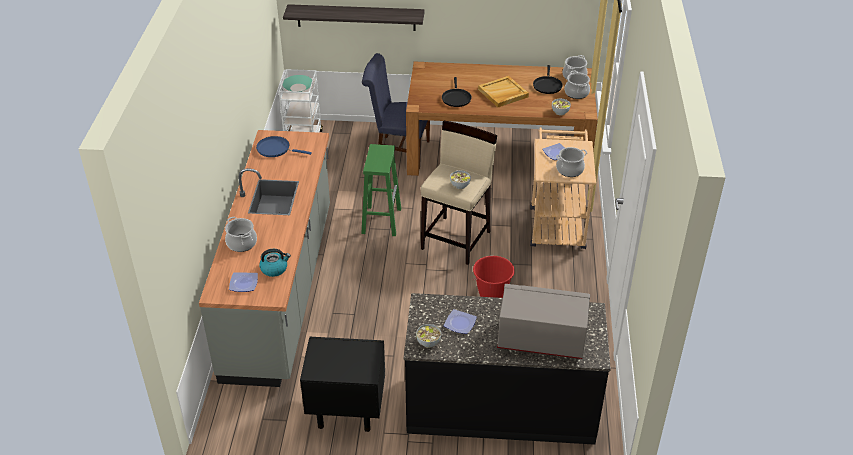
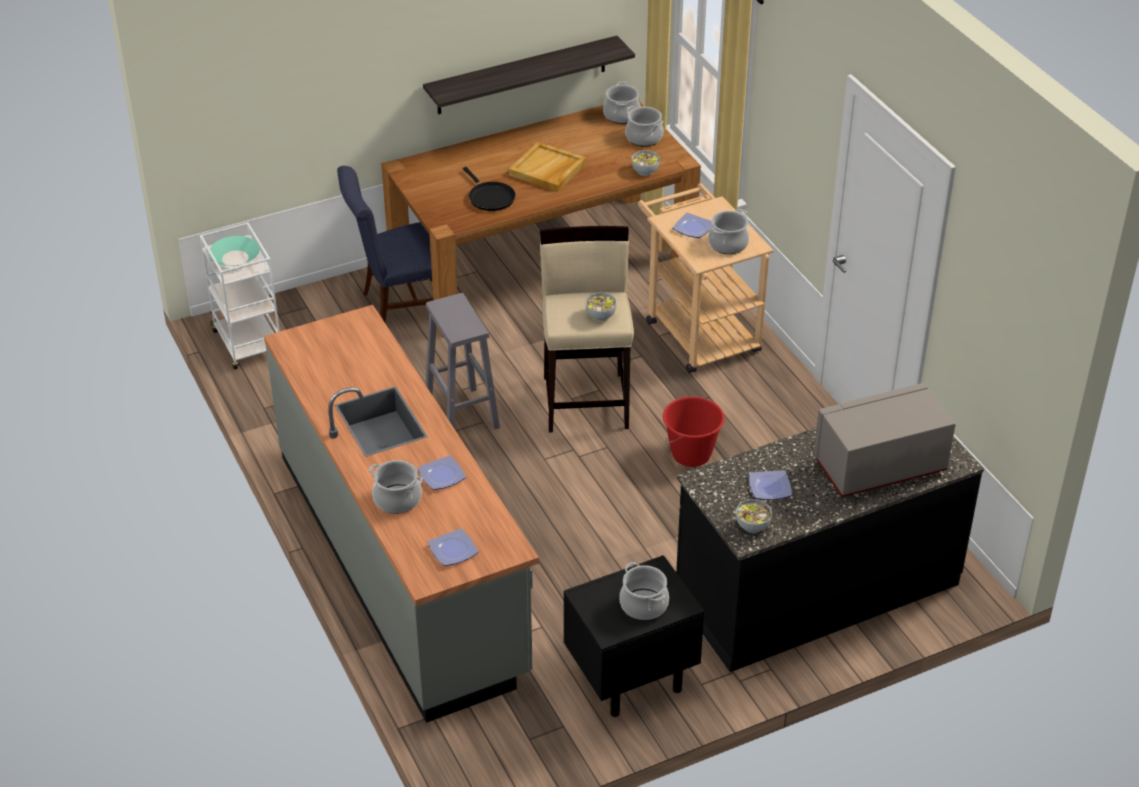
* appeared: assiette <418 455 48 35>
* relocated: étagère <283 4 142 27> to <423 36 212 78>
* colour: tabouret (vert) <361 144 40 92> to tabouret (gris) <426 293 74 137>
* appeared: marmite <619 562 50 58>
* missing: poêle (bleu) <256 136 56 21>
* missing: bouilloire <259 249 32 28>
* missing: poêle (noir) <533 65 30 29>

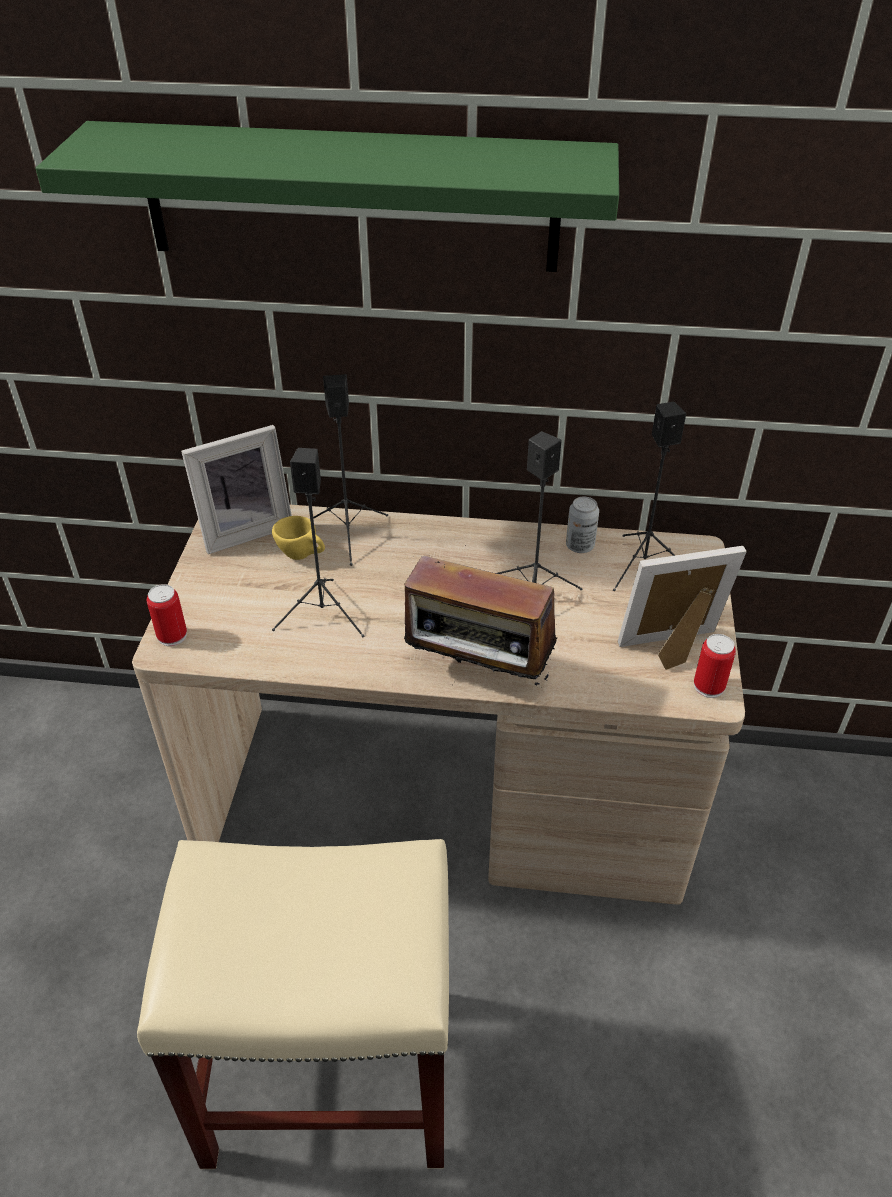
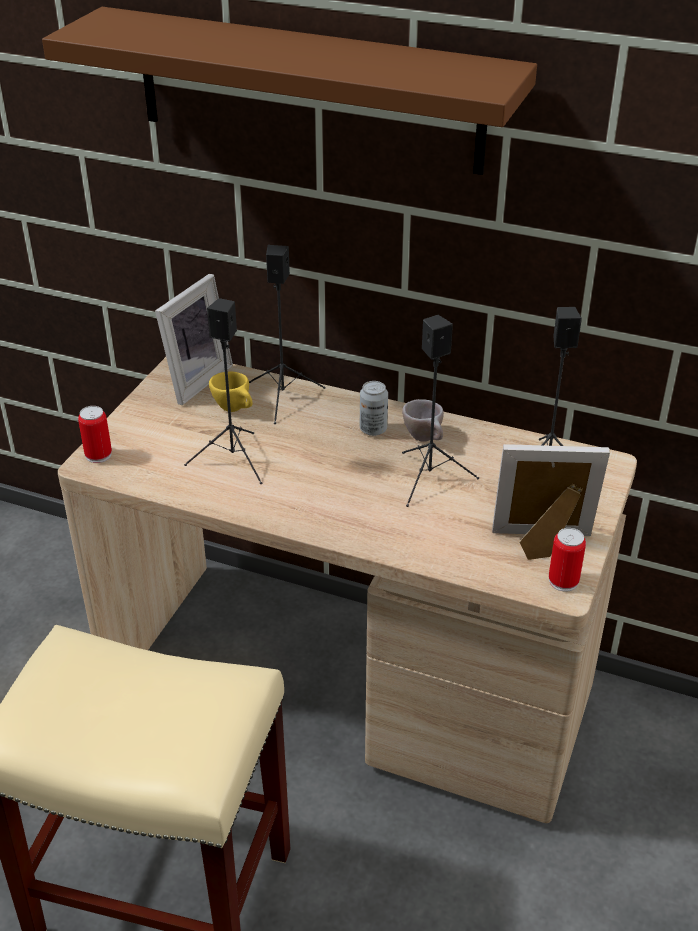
* colour: étagère (vert) <36 121 583 151> to étagère (marron) <42 7 495 168>
* spun: cadre photo <181 425 111 129> = <155 274 78 131> 45 degrees counterclockwise
* relocated: boîte métallique <566 497 33 56> to <360 381 28 55>
* appeared: tasse (beige) <402 399 42 43>
* missing: radio <404 545 153 141>

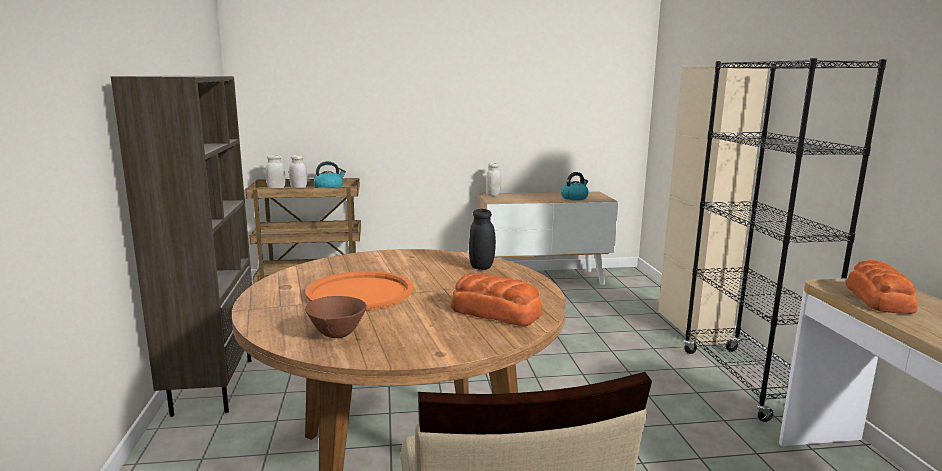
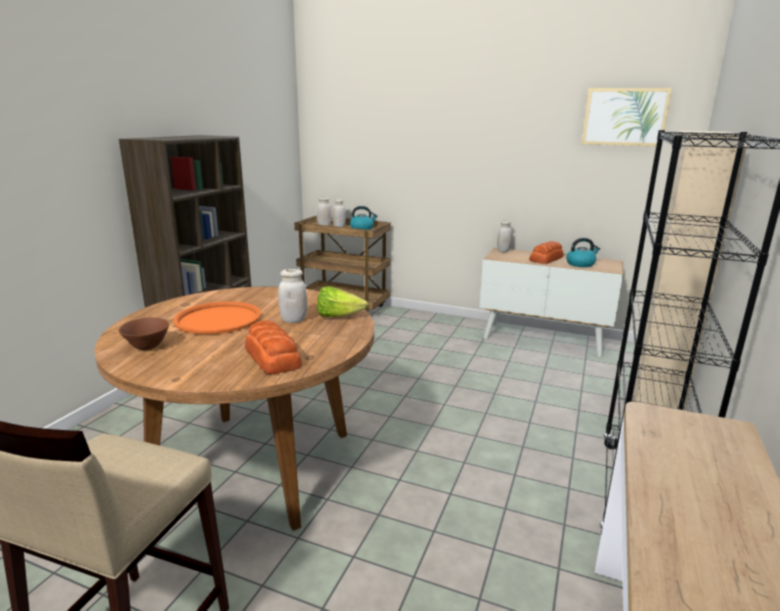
* appeared: bocal (blanc) <278 269 30 54>
* exchanged: bocal (noir) <469 209 27 61> to laitue <317 286 51 31>
* relocated: pain <846 260 72 54> to <529 241 34 23>
* appeared: tableau <582 88 90 58>

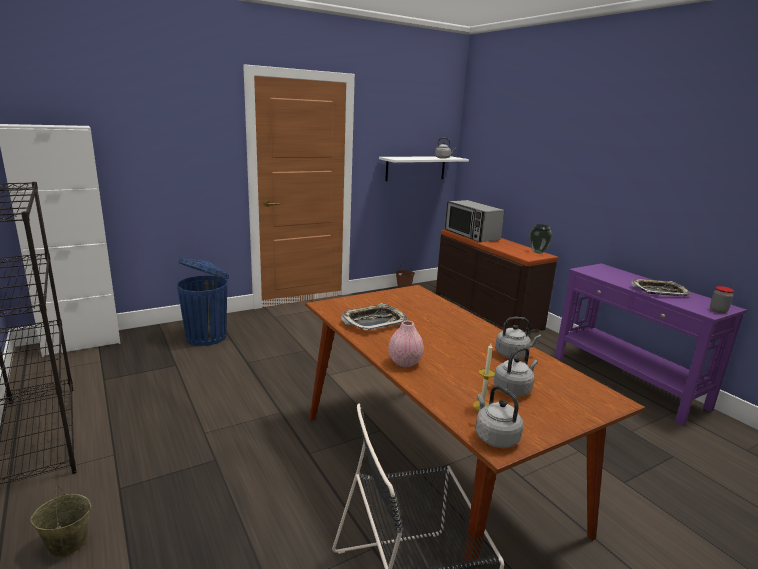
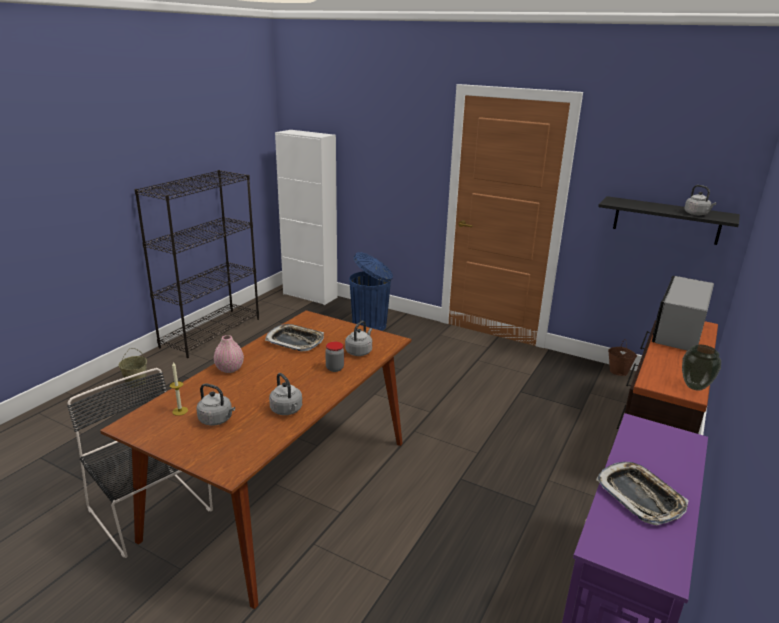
* relocated: bocal <710 286 24 27> to <325 342 19 30>
* relocated: bouilloire (gris) <476 386 47 62> to <345 321 27 35>
* colour: étagère (blanc) <379 156 90 25> to étagère (noir) <598 196 142 49>

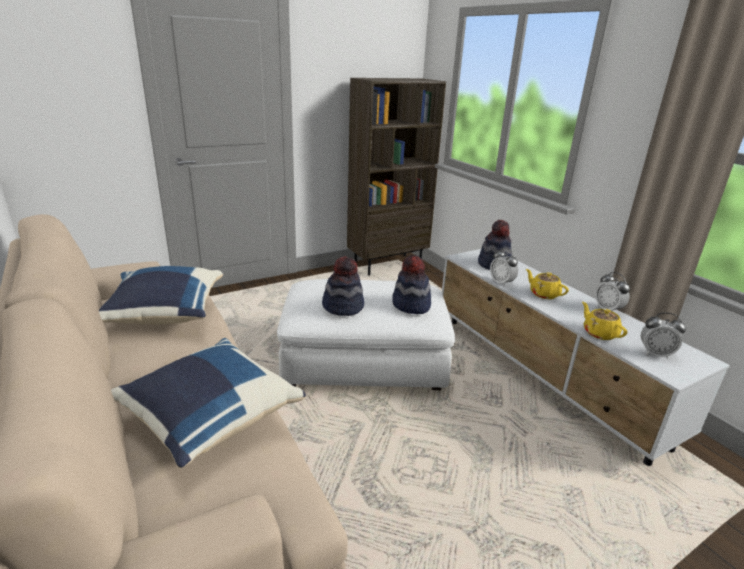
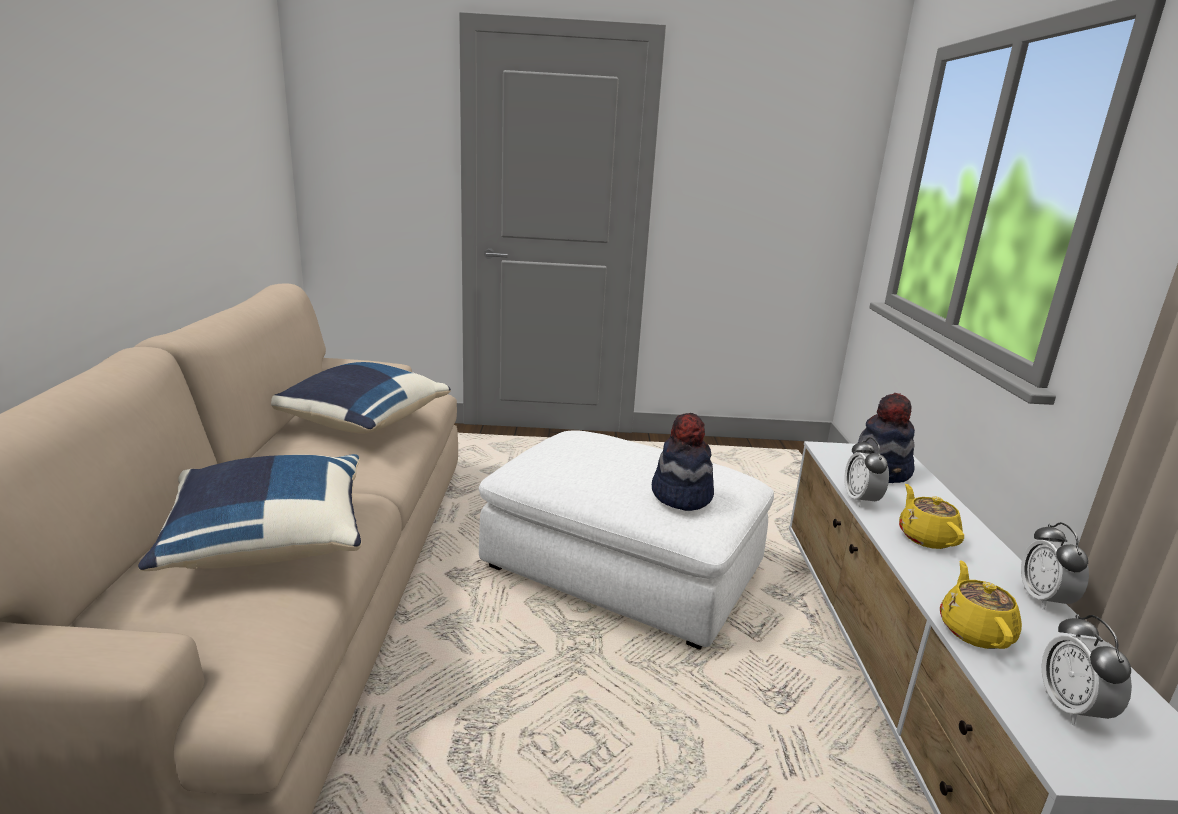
* spun: réveil <641 313 45 46> = <1042 614 90 111> 45 degrees clockwise
* missing: chapeau <322 256 42 60>
* missing: bibliothèque (marron) <347 78 99 198>

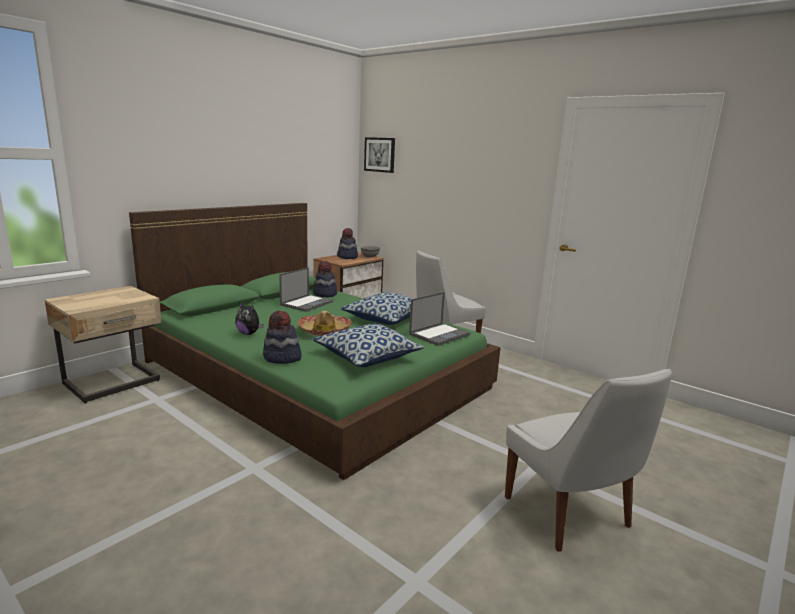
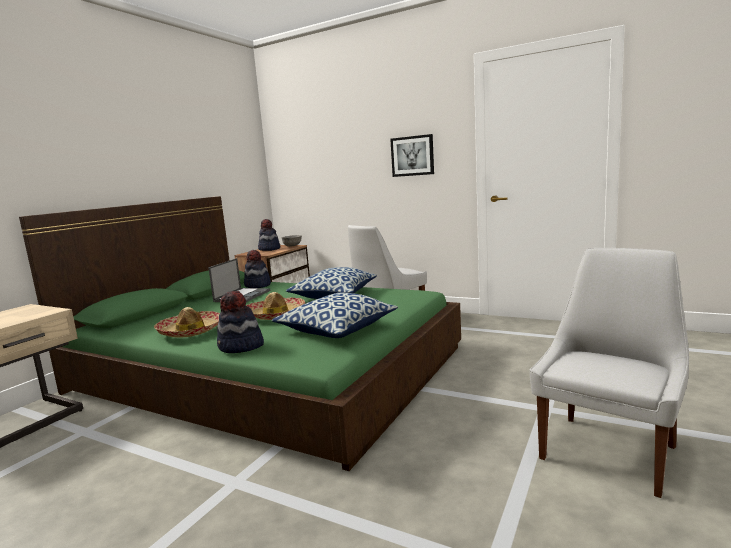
* exchanged: peluche <235 302 29 33> to chapeau <154 307 66 31>
* relocated: tableau <364 137 31 36> to <390 134 44 43>
* spun: chaise (blanc) <505 369 167 183> = <530 248 159 250> 105 degrees counterclockwise
* missing: ordinateur portable <409 292 61 54>

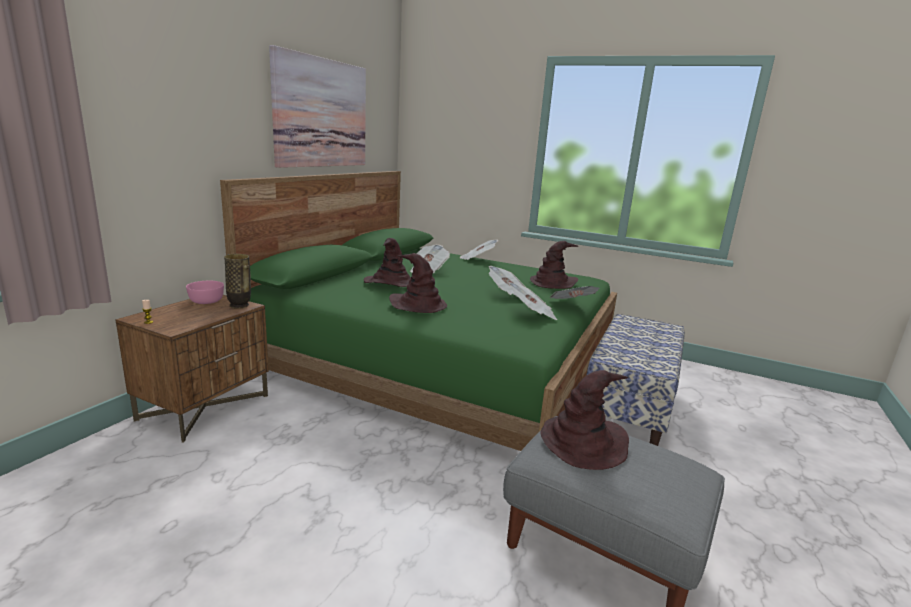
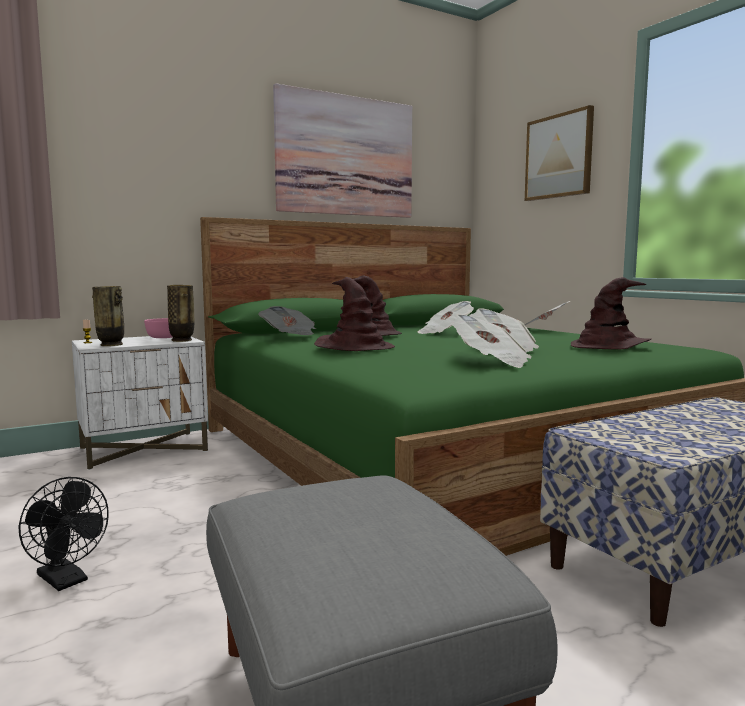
* appeared: ventilateur (noir) <18 477 91 114>
* colour: table de chevet (marron) <115 295 154 147> to table de chevet (blanc) <72 336 136 134>
* appeared: vase <92 286 32 60>
* relocated: journal <550 286 50 13> to <258 306 58 29>
* appeared: tableau <525 105 69 96>
* missing: chapeau (marron) <540 370 89 100>

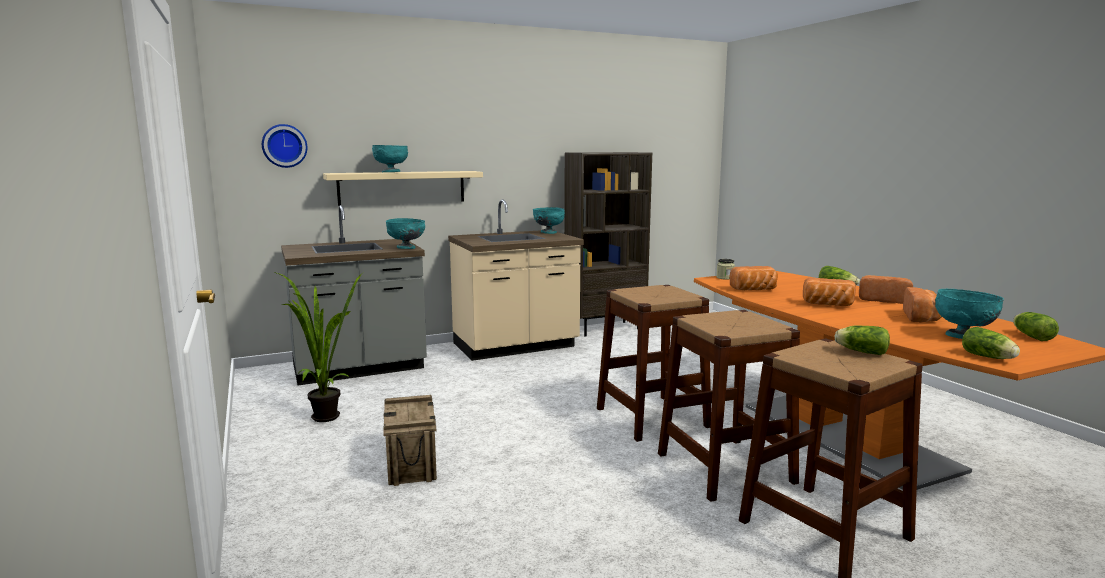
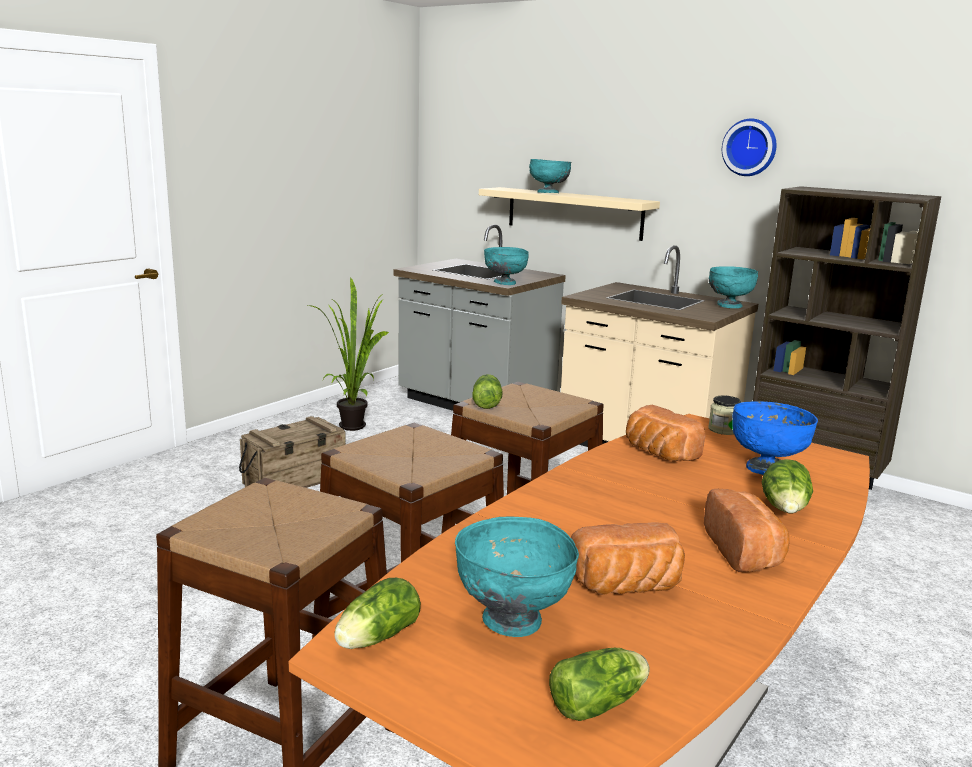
* relocated: laitue <835 325 55 30> to <473 374 30 35>
* relocated: horloge murale <262 124 46 44> to <722 118 55 58>
* appeared: bol (bleu) <732 401 86 74>
* missing: pain <803 278 53 28>

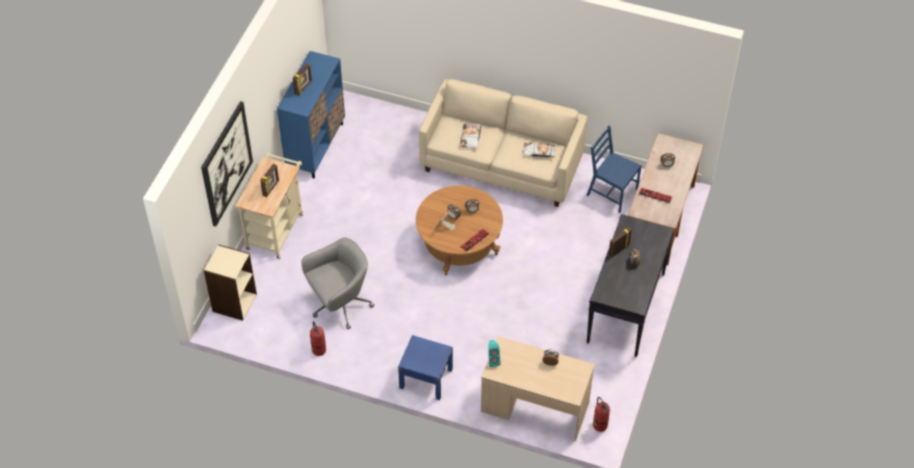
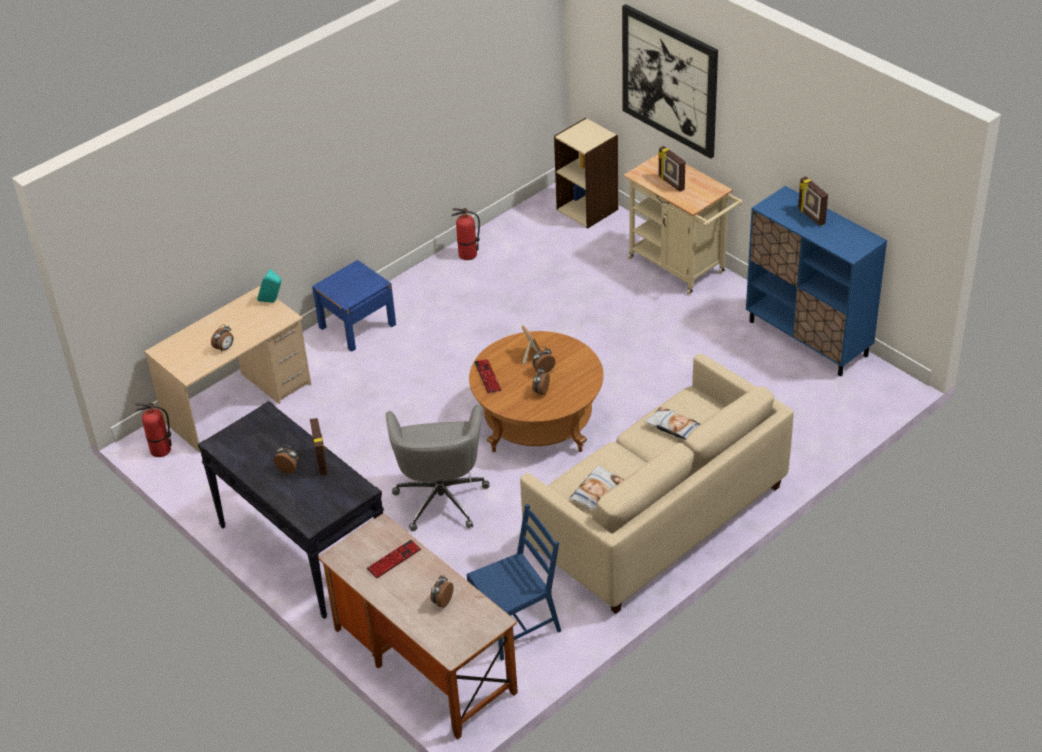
* relocated: chaise de bureau (gris) <301 237 74 92> to <386 404 103 127>

